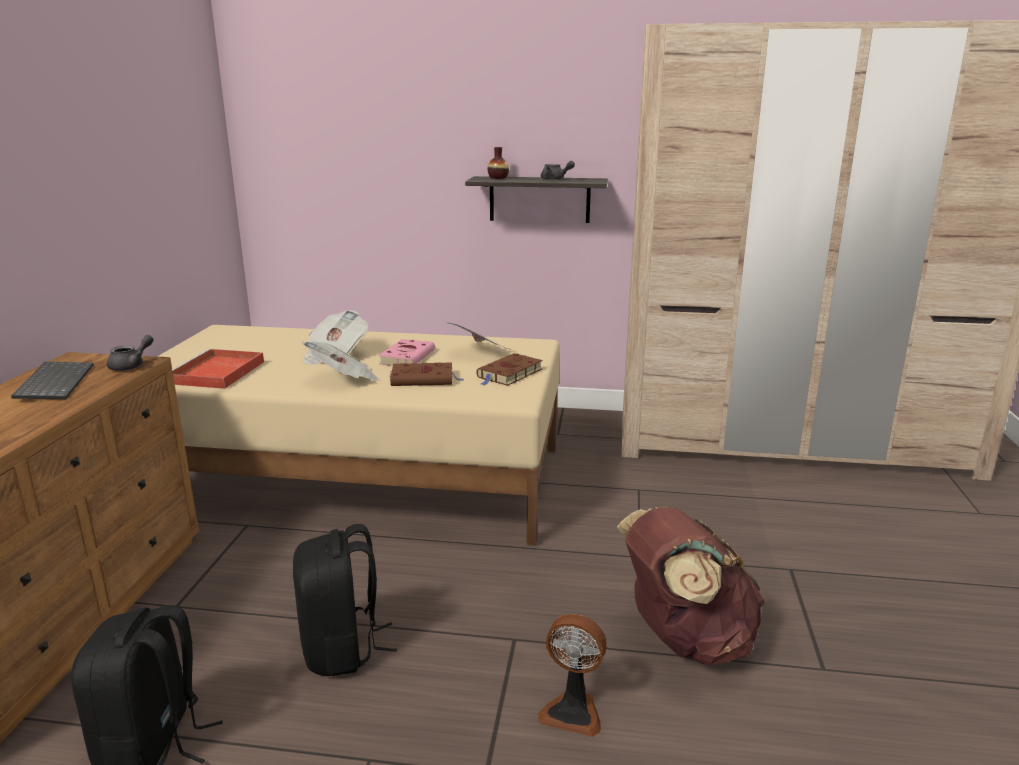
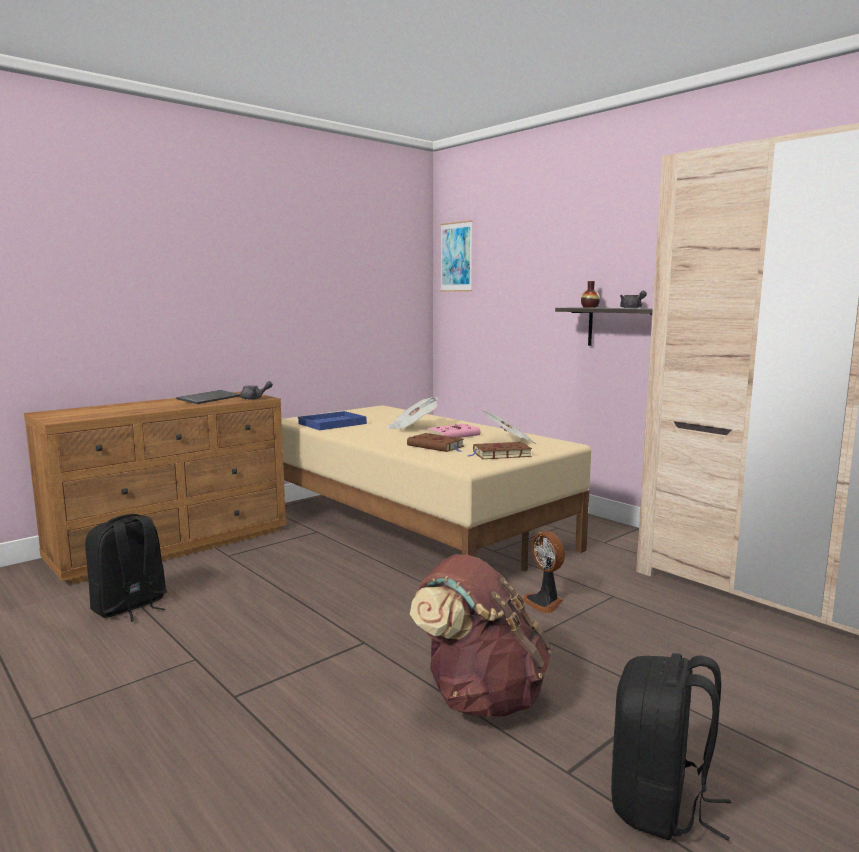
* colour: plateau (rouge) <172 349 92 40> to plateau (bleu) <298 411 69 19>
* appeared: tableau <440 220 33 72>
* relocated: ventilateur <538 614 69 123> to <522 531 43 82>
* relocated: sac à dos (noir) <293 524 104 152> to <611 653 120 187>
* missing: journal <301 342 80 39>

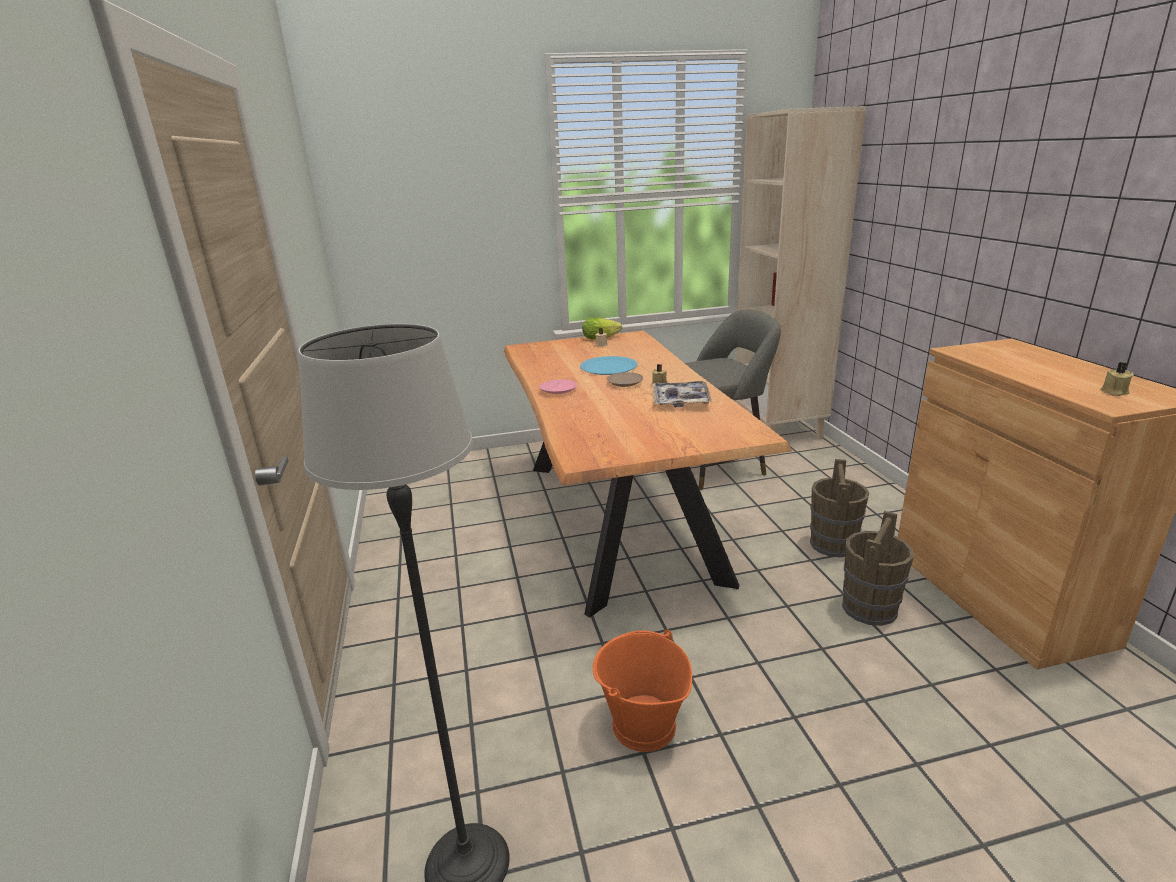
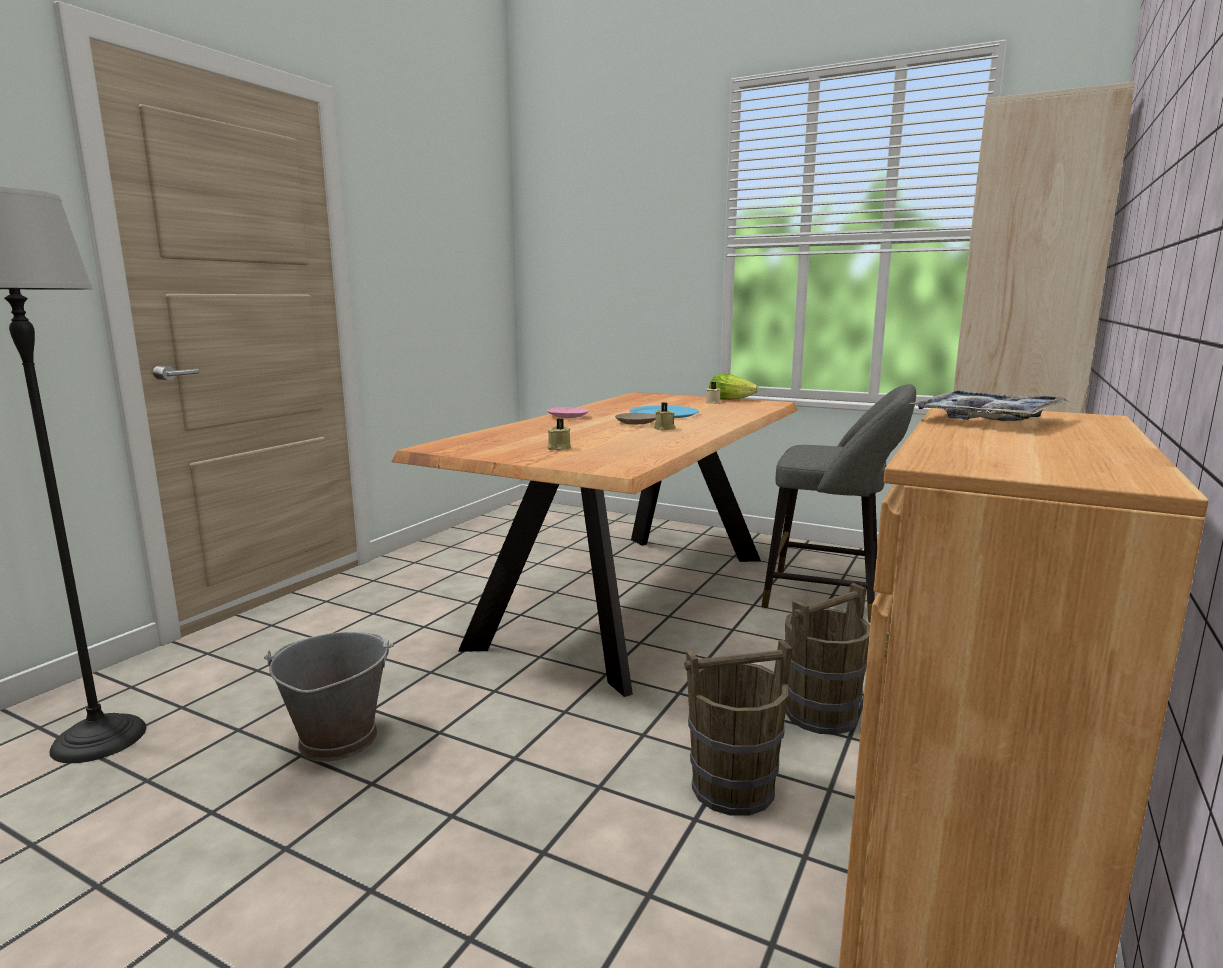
* colour: seau (orange) <593 630 99 122> to seau (gris) <264 632 130 130>
* relocated: bougie (beige) <1100 362 34 34> to <547 419 24 31>
* relocated: plateau <653 381 59 27> to <909 390 162 31>

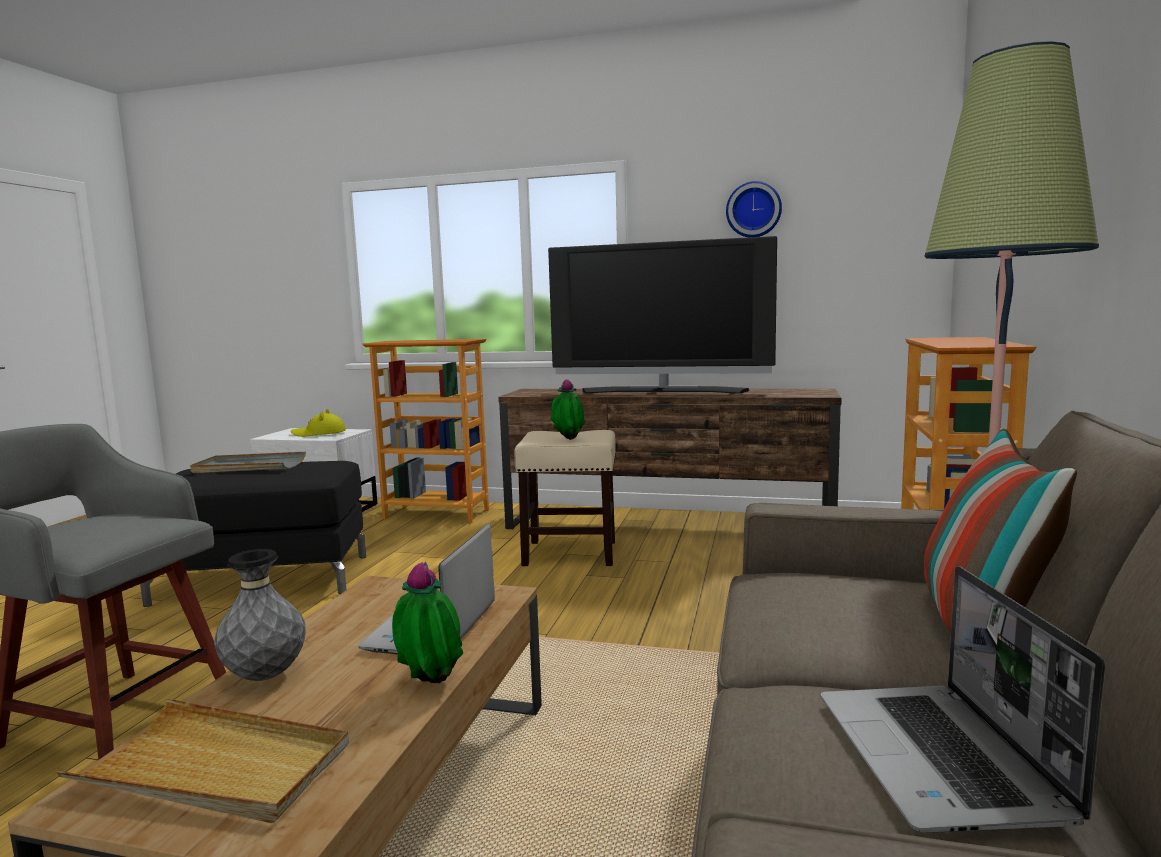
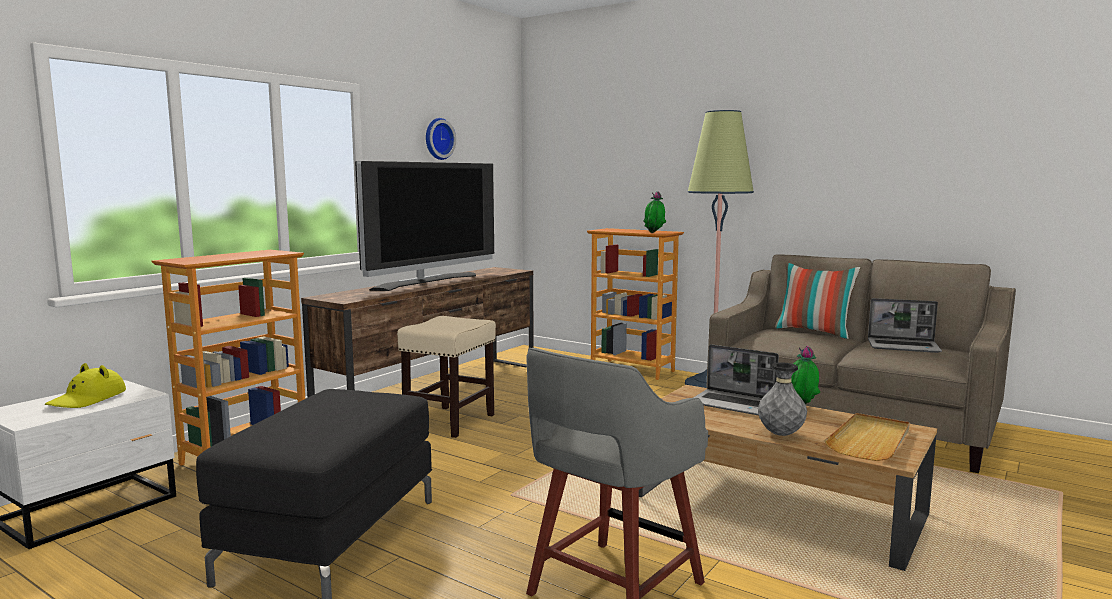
* relocated: plante en pot <550 379 35 61> to <643 191 23 42>
* missing: plateau (gris) <190 452 116 21>

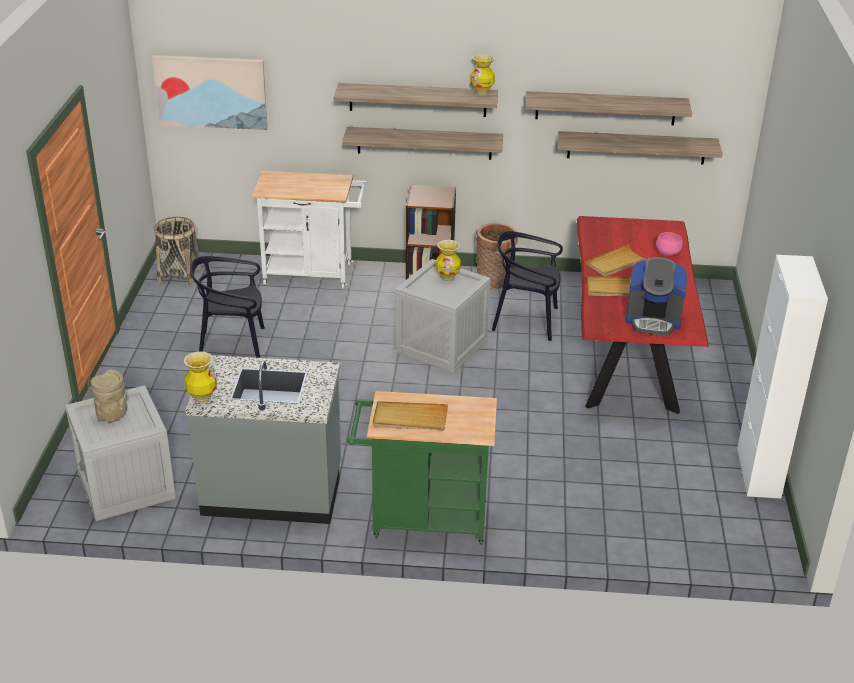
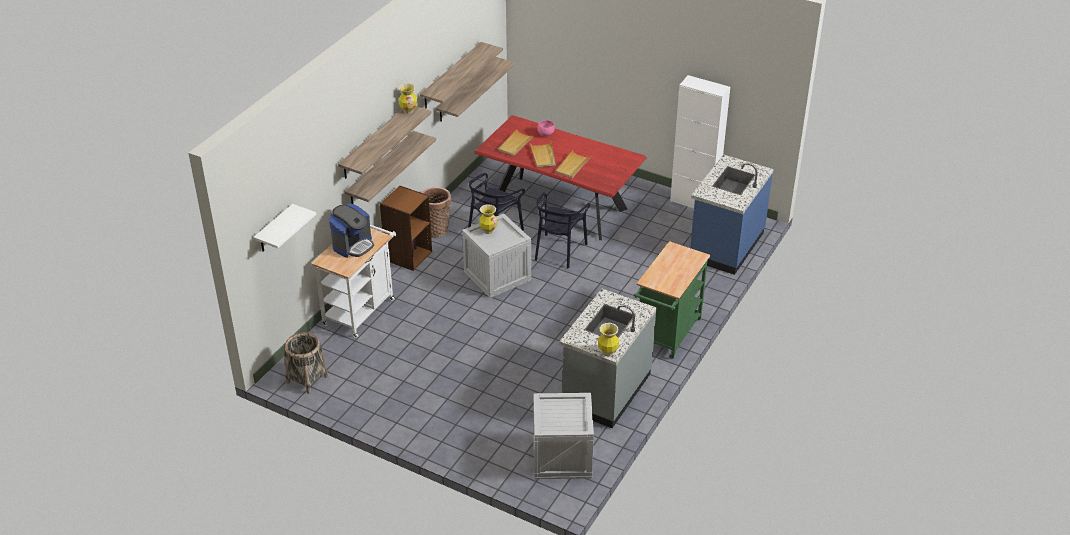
* exchanged: tableau <152 55 116 75> to étagère (blanc) <253 204 63 48>
* relocated: machine à café <626 257 61 78> to <329 204 45 54>
* relocated: plateau (beige) <372 401 76 29> to <498 129 37 27>
* relocated: chaise (noir) <190 256 75 102> to <535 193 55 75>
* appeared: comptoir de cuisine (bleu) <690 154 83 121>
* missing: vase (beige) <90 370 37 52>

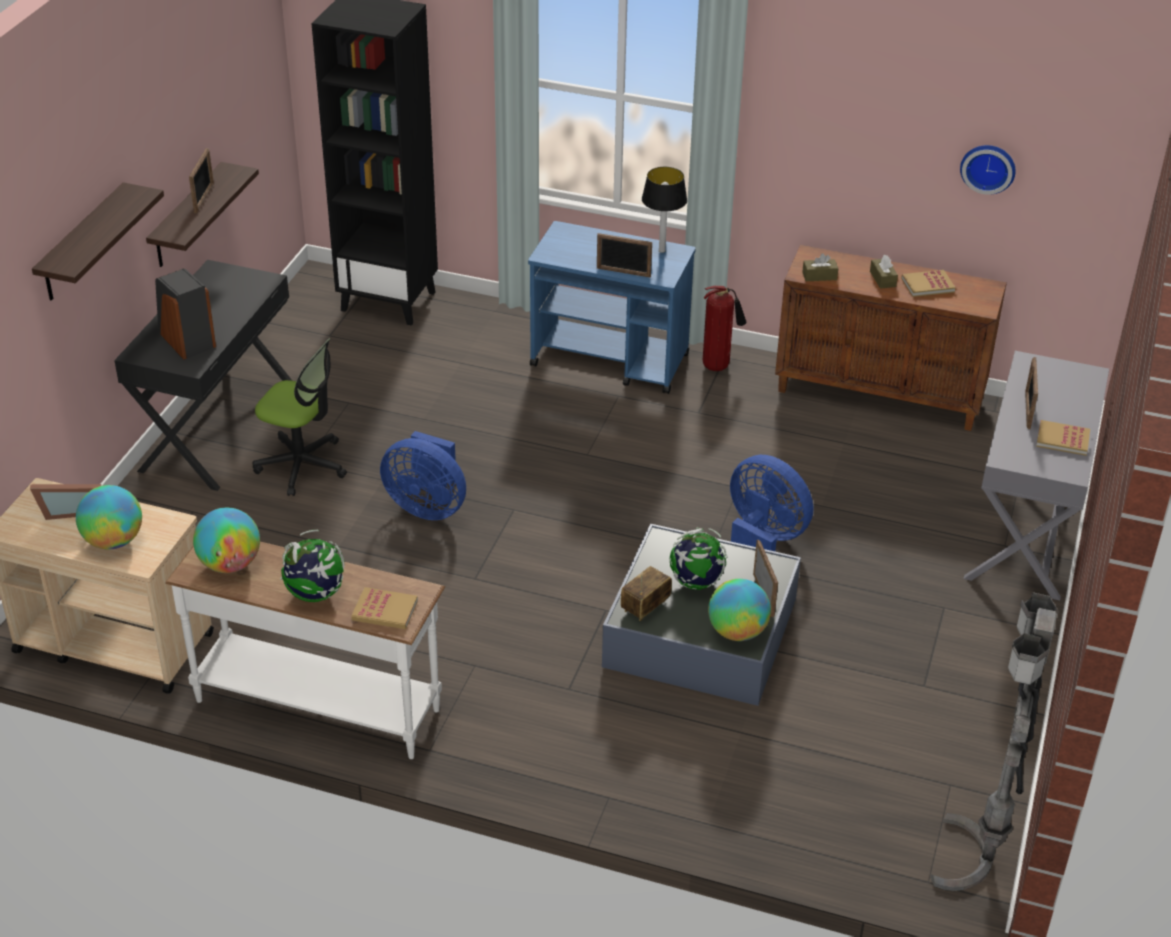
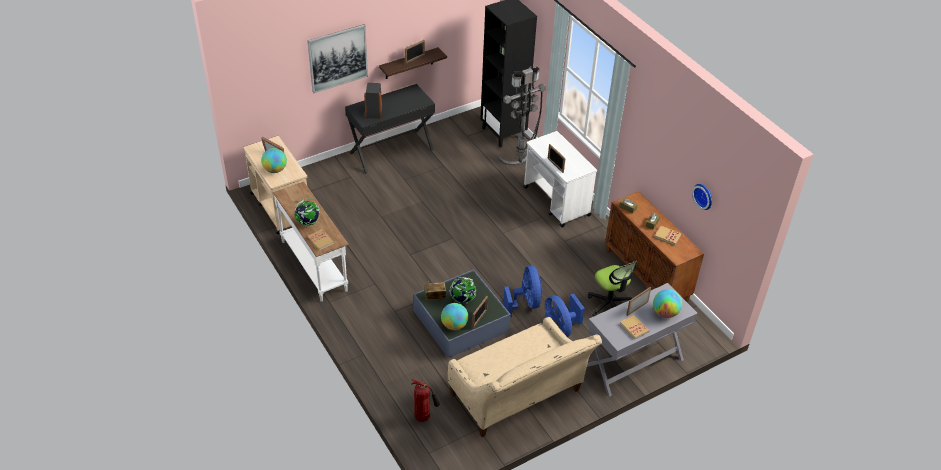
* exchanged: étagère <32 182 132 118> to tableau <308 24 60 69>
* relocated: extincteur <703 285 43 86> to <411 379 29 43>
* appeared: canapé (beige) <448 317 154 120>
* relocated: lampadaire (gris) <930 592 127 299> to <499 66 47 99>
* colour: chariot (bleu) <528 221 168 173> to chariot (blanc) <523 131 74 96>
* relocated: ventilateur (bleu) <380 431 86 89> to <545 294 40 43>
* relocated: chaise de bureau <253 338 94 158> to <588 261 49 55>
* relocated: globe <193 507 67 66> to <653 289 29 29>
* missing: lampe de table <642 167 45 86>

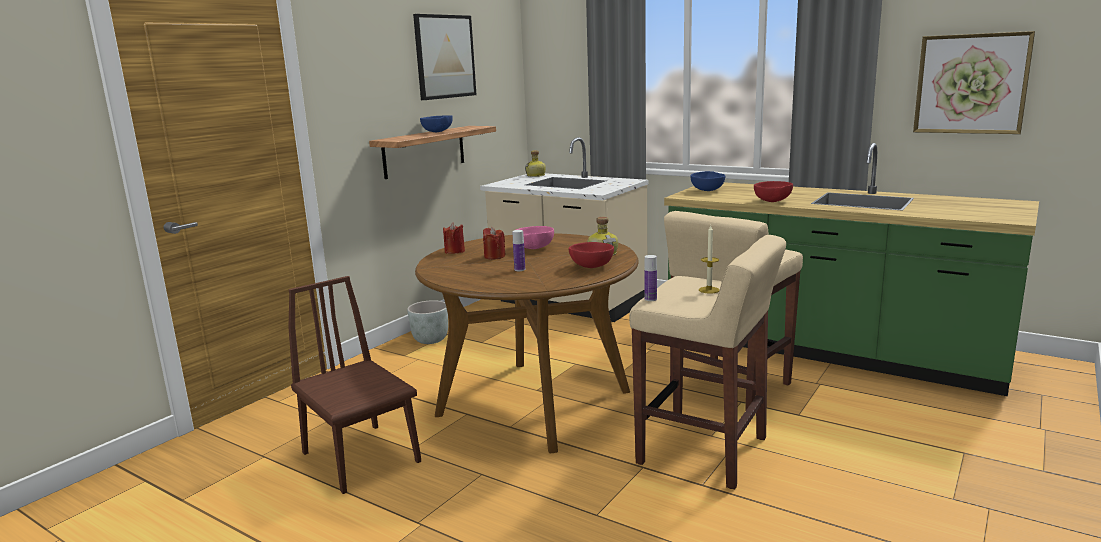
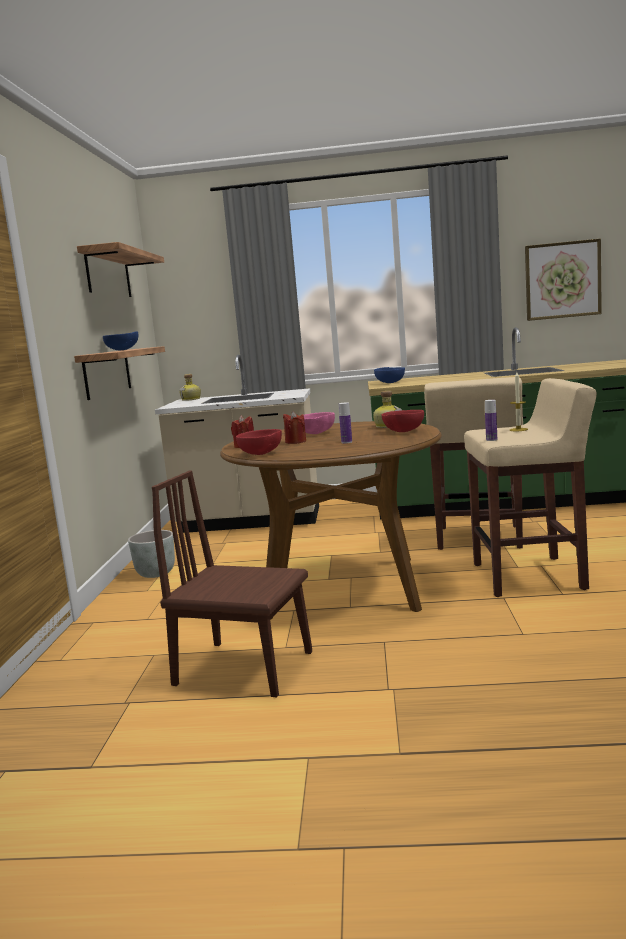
* exchanged: tableau <413 14 63 86> to étagère <77 242 87 55>
* relocated: bol (rouge) <754 181 39 21> to <236 429 46 26>

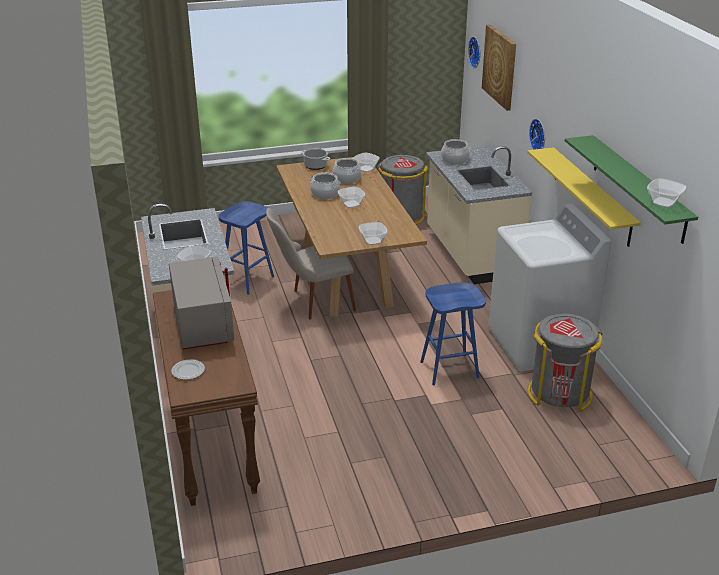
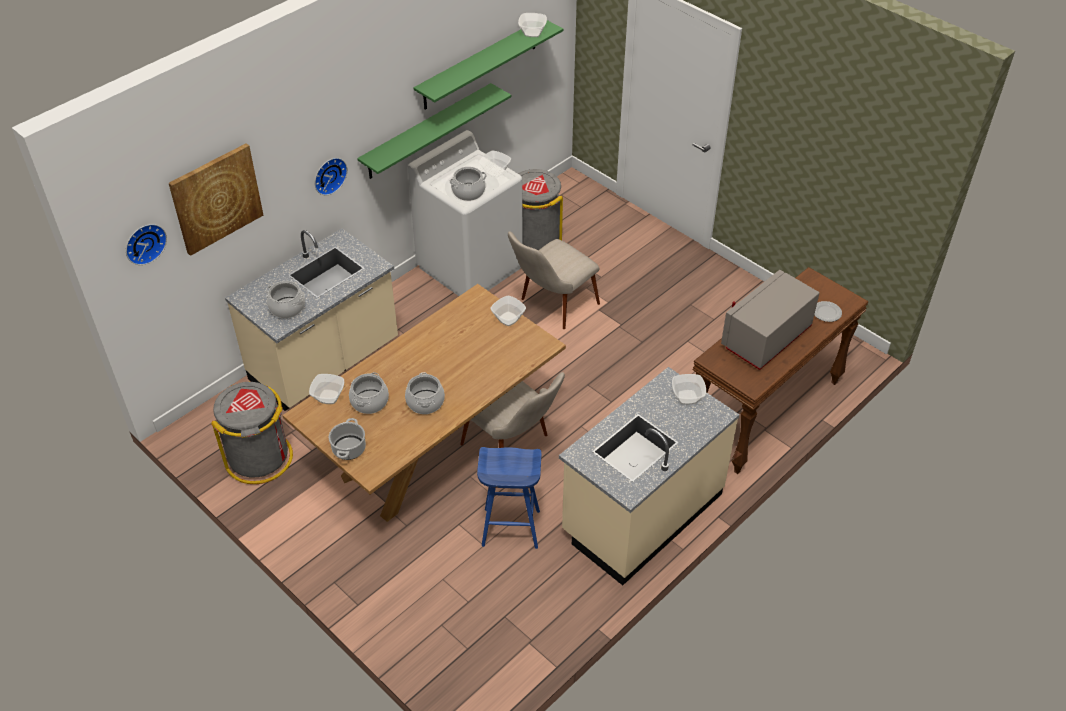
* colour: étagère (jaune) <527 147 114 100> to étagère (vert) <357 83 154 96>
* appeared: marmite <449 167 38 34>
* relocated: bol <338 187 28 21> to <479 151 32 26>
* exchanged: tabouret (bleu) <420 282 66 103> to chaise (beige) <508 231 92 98>

